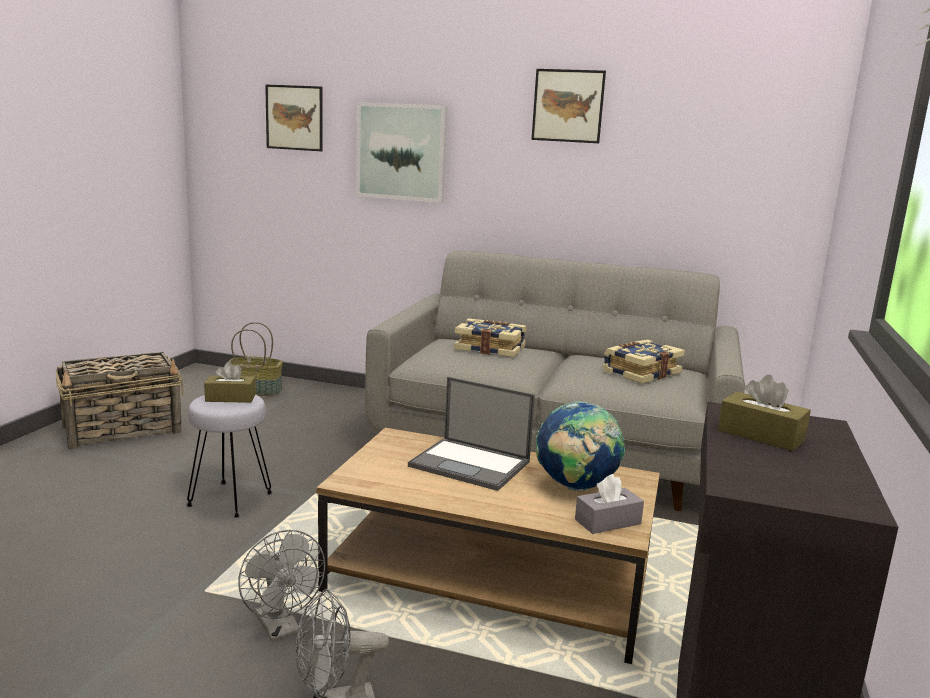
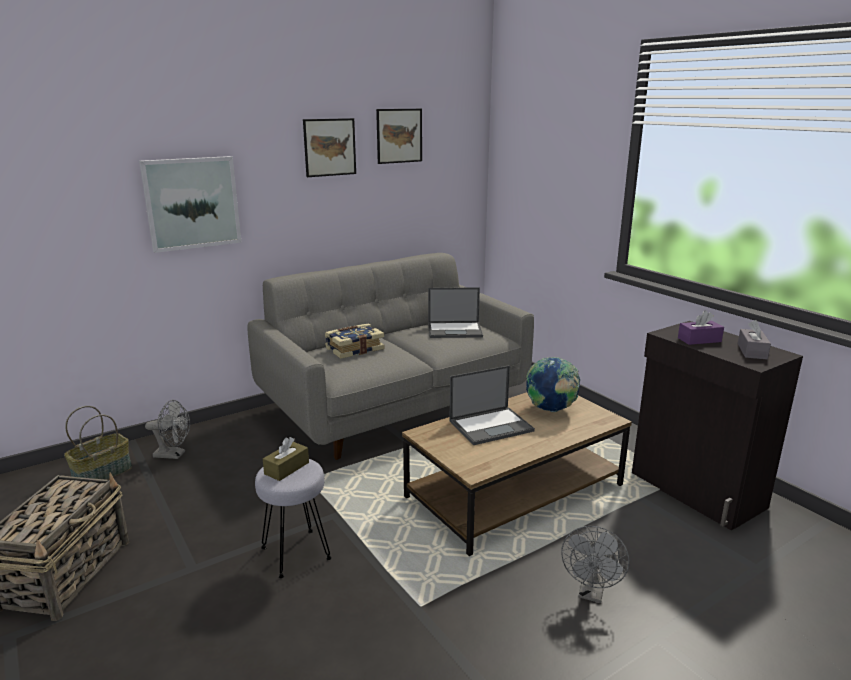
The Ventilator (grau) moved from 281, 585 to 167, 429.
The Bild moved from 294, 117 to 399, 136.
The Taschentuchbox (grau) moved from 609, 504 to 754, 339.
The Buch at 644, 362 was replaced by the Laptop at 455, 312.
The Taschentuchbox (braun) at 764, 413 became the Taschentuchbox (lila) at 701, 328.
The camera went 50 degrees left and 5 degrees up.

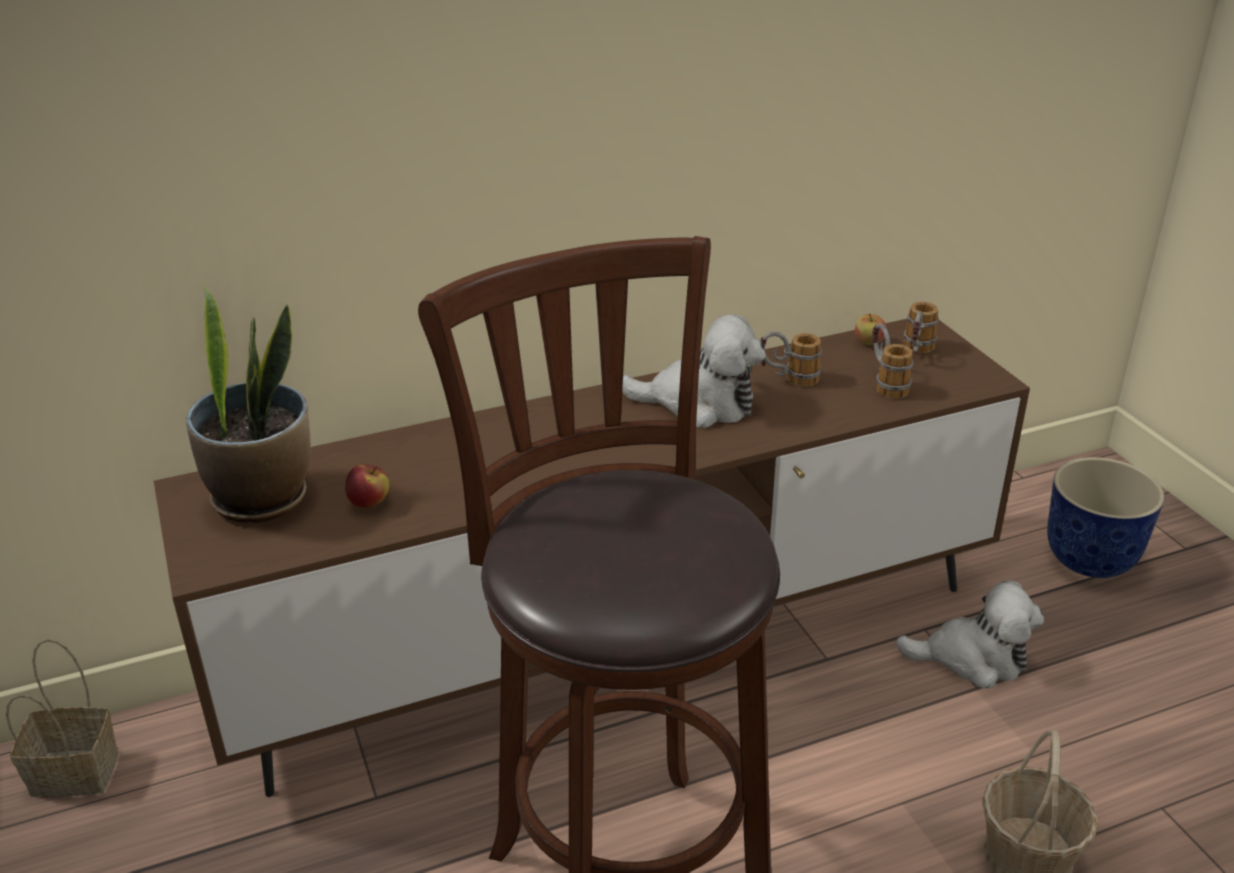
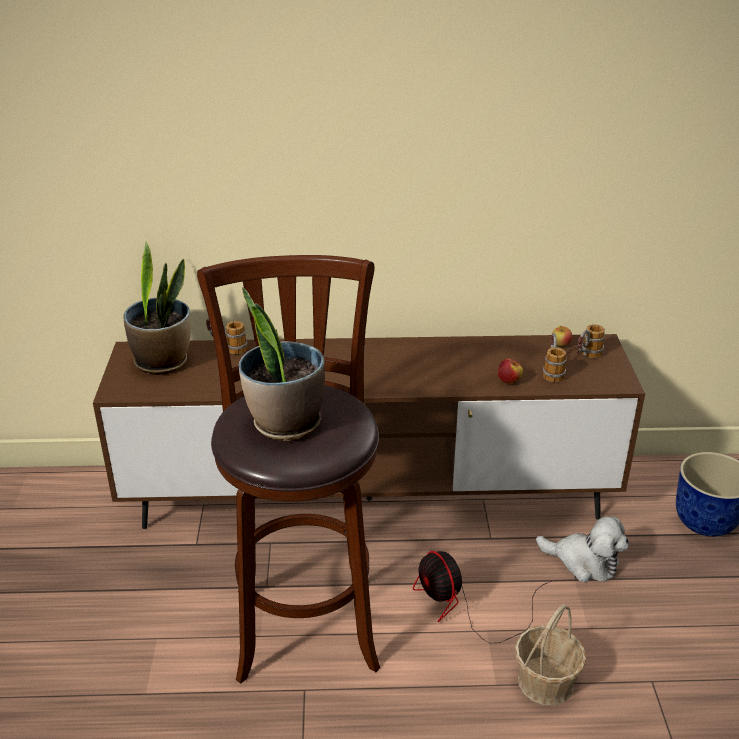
The Korb at 62, 718 disappeared.
The Plüschtier at 694, 371 disappeared.
The Topfpflanze at 282, 364 appeared.
The Ventilator at 483, 597 appeared.
The Apfel moved from 367, 486 to 510, 371.
The Henkelbecher moved from 791, 359 to 226, 336.
The camera went 20 degrees right and 0 degrees up.

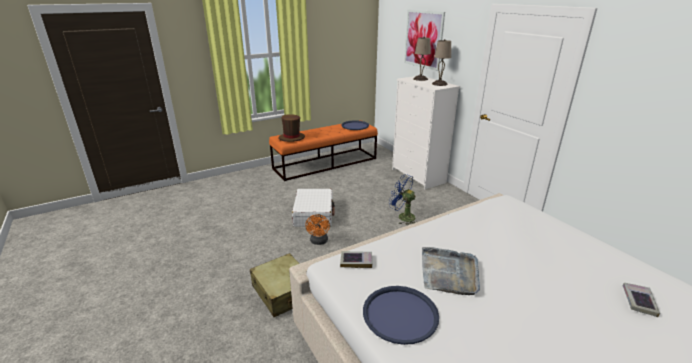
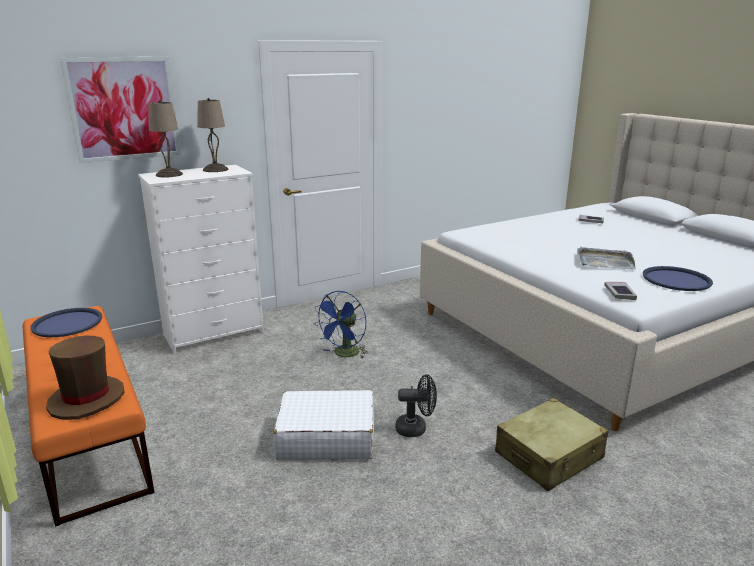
The Ventilator (orange) at 317, 229 became the Ventilator (schwarz) at 416, 405.
The camera went 90 degrees left and 5 degrees down.

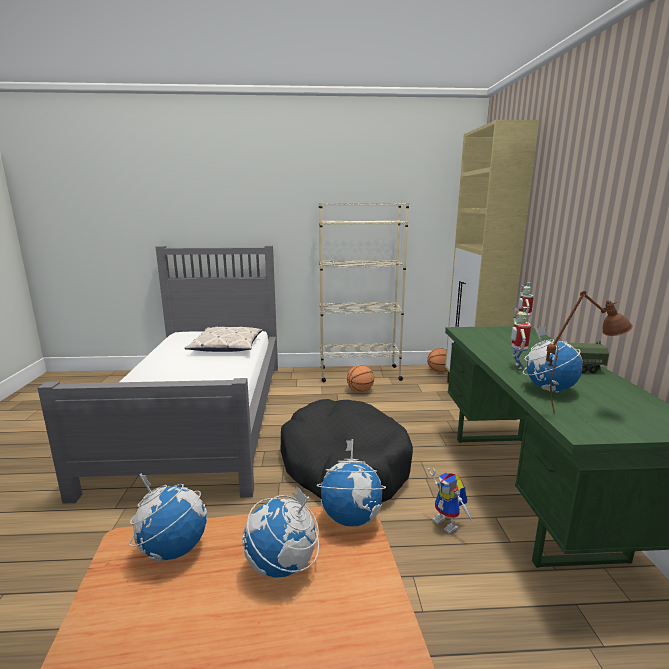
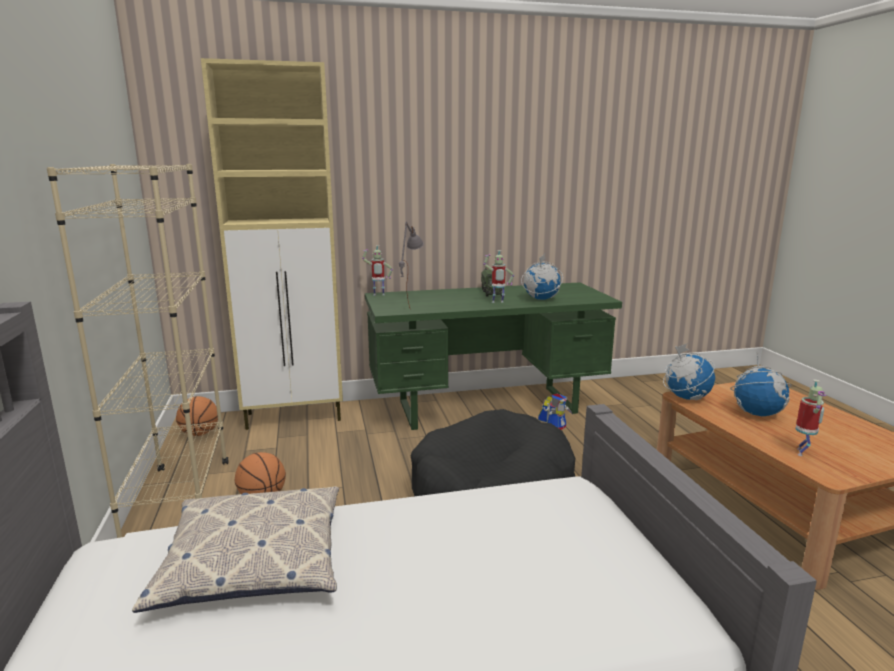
The Tischlampe (braun) at 589, 352 disappeared.
The Tischlampe (grau) at 411, 265 appeared.
The Globus at 168, 518 was replaced by the Spielzeugroboter at 810, 417.
The camera went 100 degrees left and 0 degrees up.

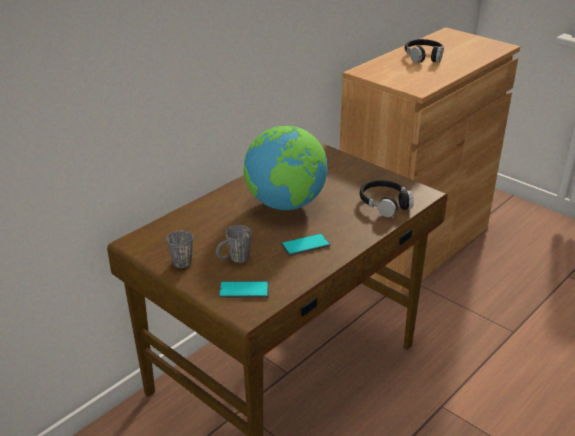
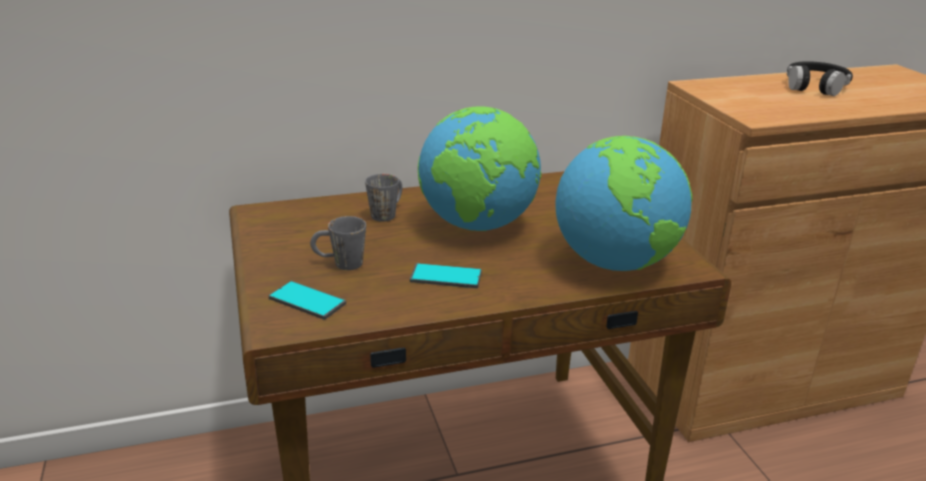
The Henkelbecher (grau) moved from 180, 249 to 383, 198.
The Kopfhörer (schwarz) at 387, 198 was replaced by the Globus at 624, 203.
The camera went 30 degrees right and 5 degrees down.

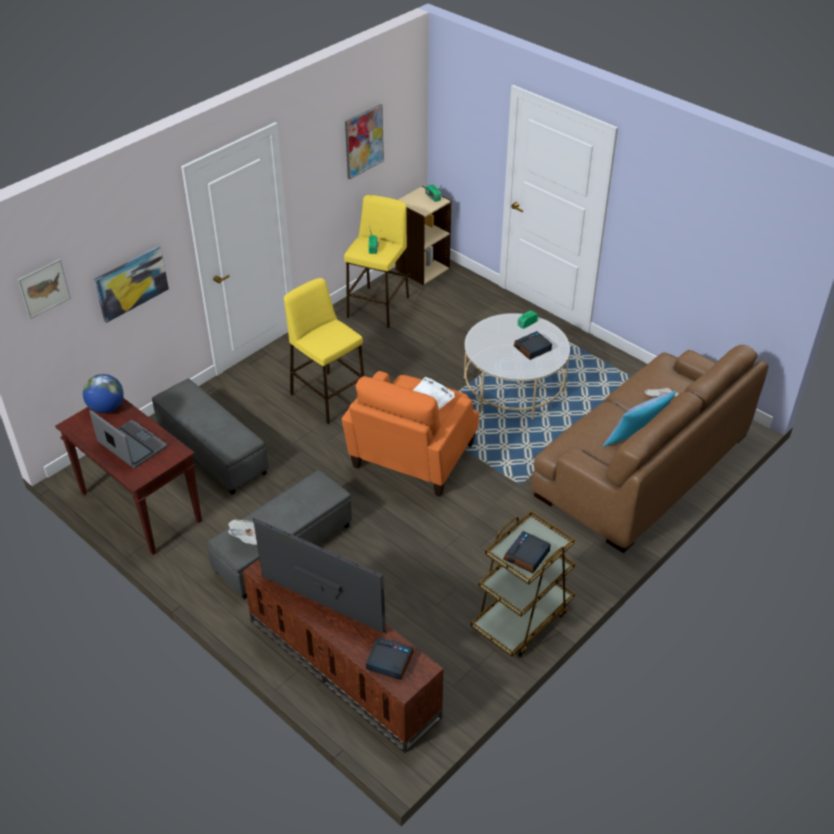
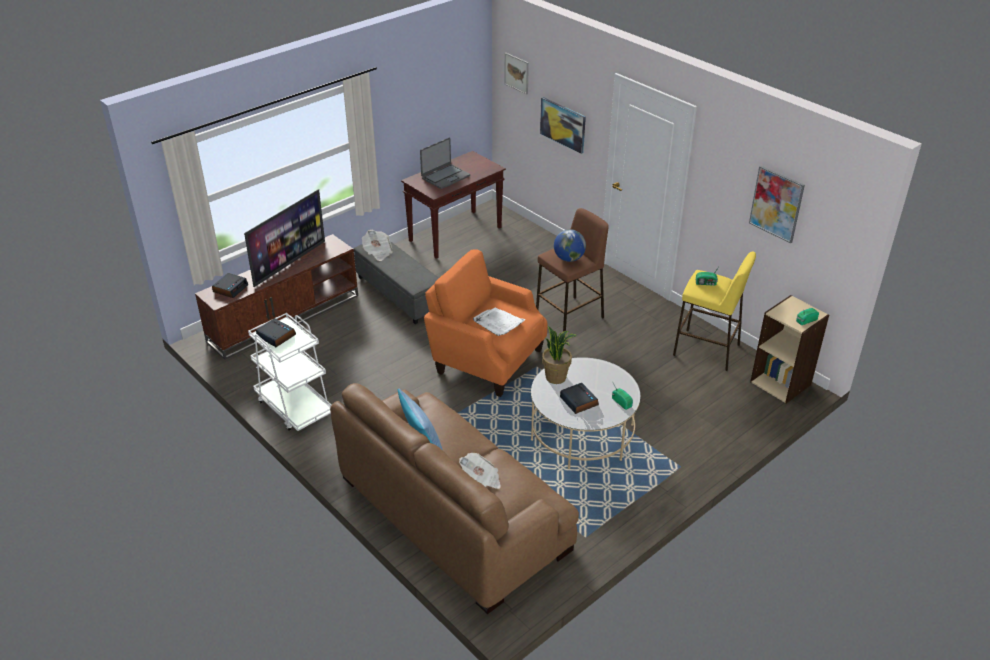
The Polsterhocker (grau) at 210, 437 disappeared.
The Topfpflanze at 559, 355 appeared.
The Globus moved from 103, 393 to 570, 245.
The Hocker (gelb) at 324, 351 became the Hocker (braun) at 572, 269.
The Rollwagen (braun) at 523, 584 became the Rollwagen (weiß) at 289, 372.
The camera went 95 degrees right and 5 degrees down.

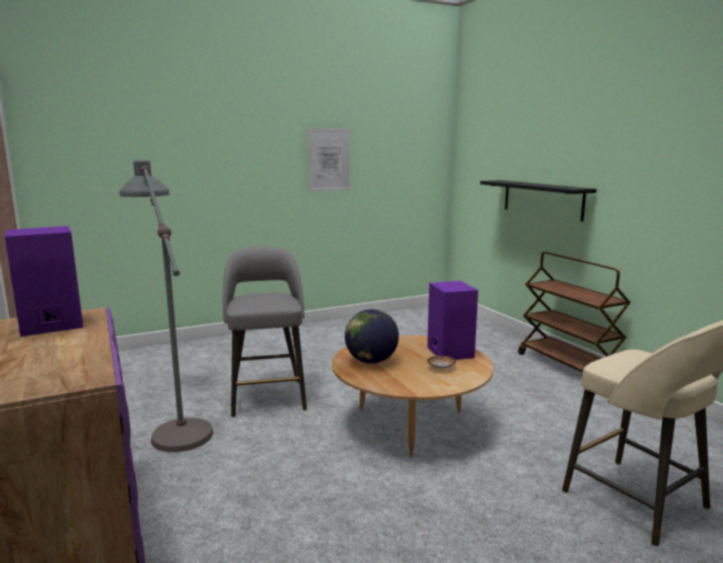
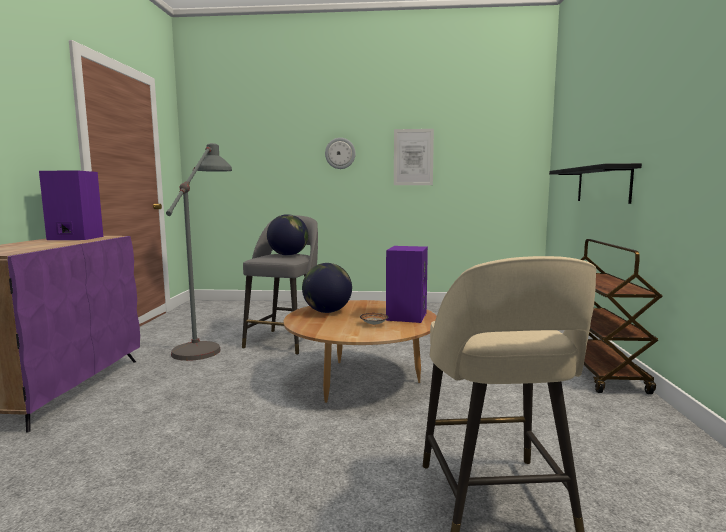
The Globus at 287, 235 appeared.
The Wanduhr at 340, 153 appeared.
The camera went 30 degrees right and 5 degrees down.

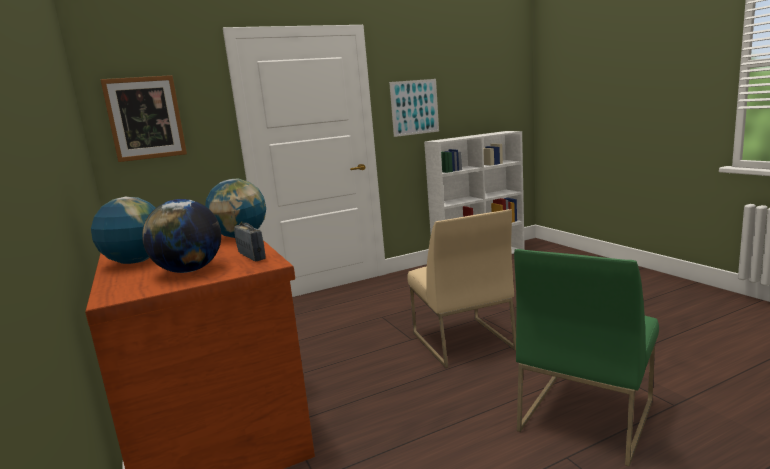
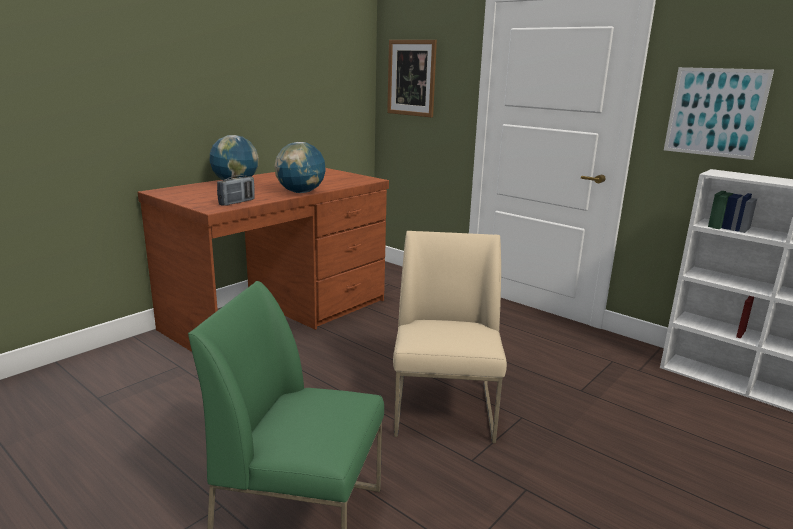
The Globus at 181, 236 disappeared.
The Stuhl (beige) at 461, 288 turned 135 degrees clockwise.
The camera went 65 degrees right and 5 degrees up.

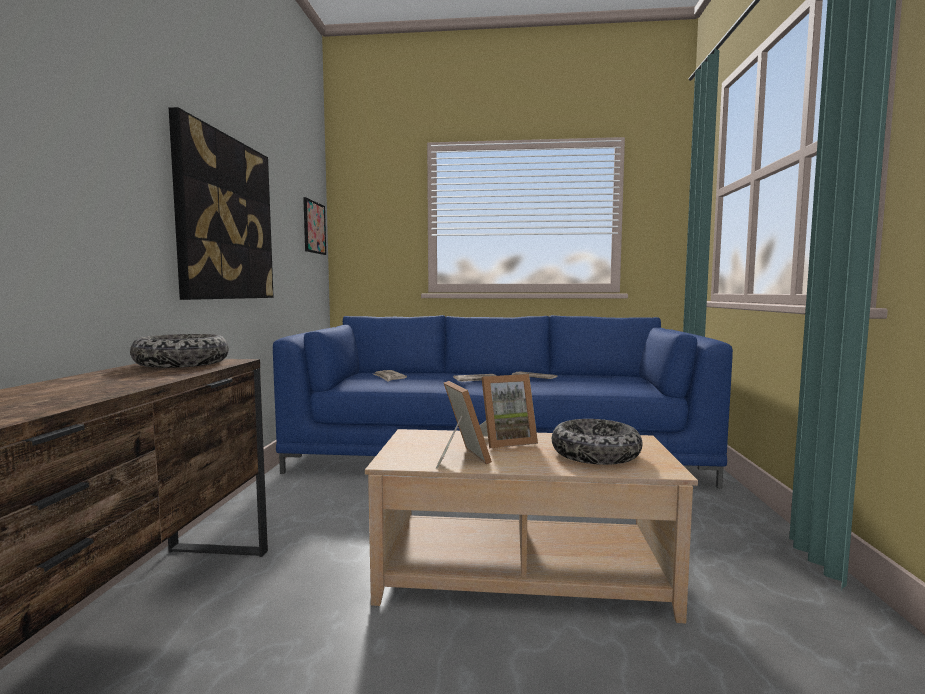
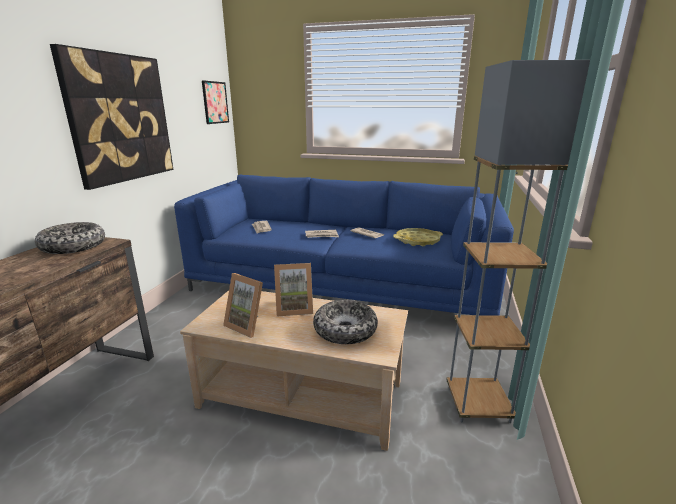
The Tablett (gelb) at 418, 237 appeared.
The Stehlampe (grau) at 518, 241 appeared.
The Bilderrahmen at 464, 424 turned 135 degrees clockwise.
The camera went 10 degrees right and 15 degrees up.

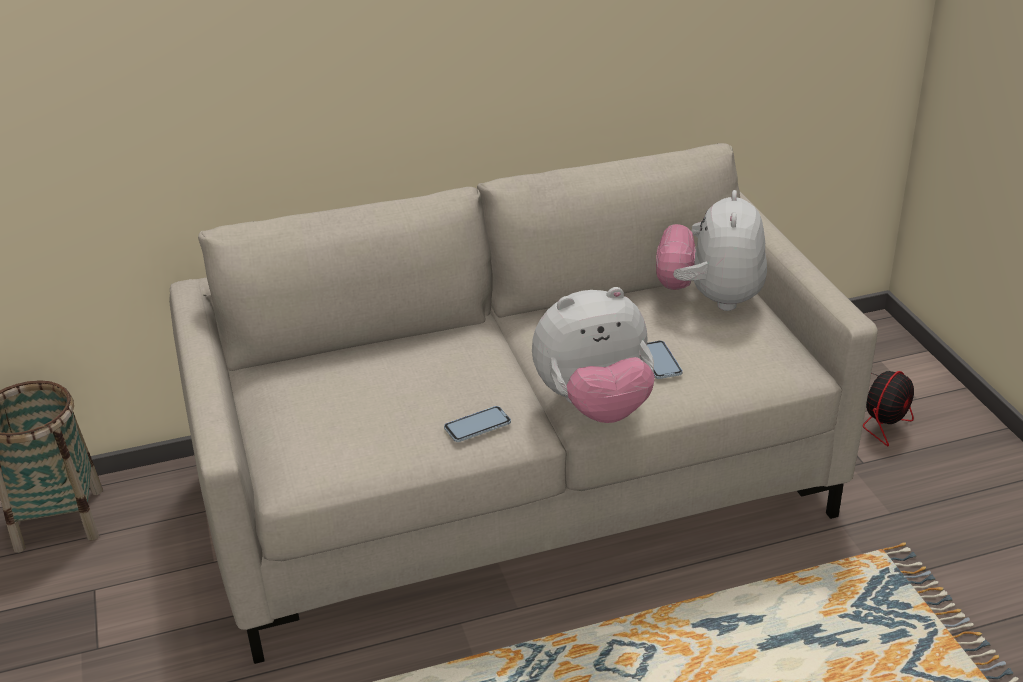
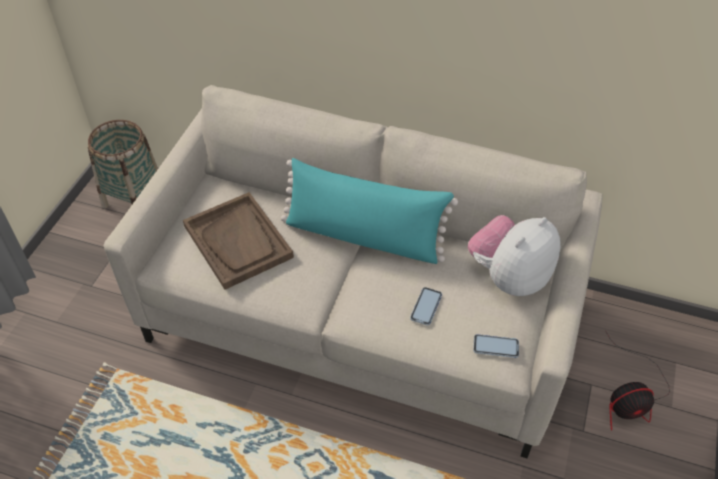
The Plüschtier at 593, 355 disappeared.
The Tablett (braun) at 238, 241 appeared.
The Kissen (türkis) at 369, 211 appeared.
The Handy moved from 477, 424 to 496, 346.
The camera went 35 degrees right and 15 degrees up.

